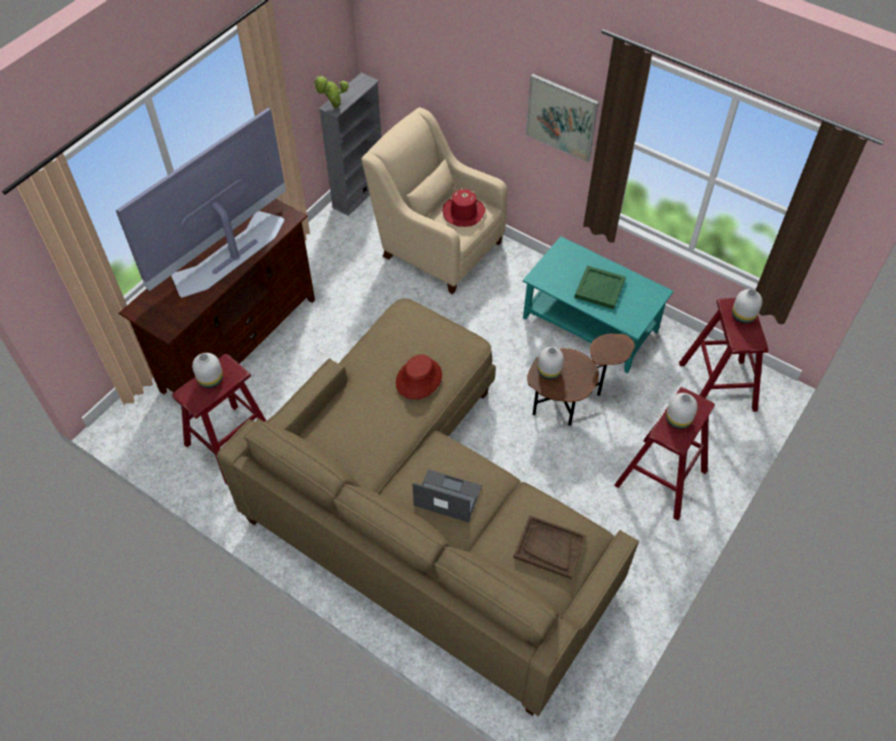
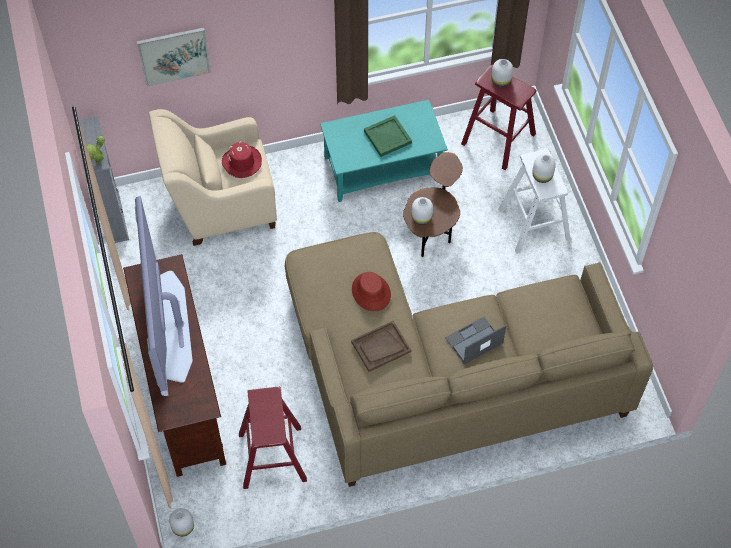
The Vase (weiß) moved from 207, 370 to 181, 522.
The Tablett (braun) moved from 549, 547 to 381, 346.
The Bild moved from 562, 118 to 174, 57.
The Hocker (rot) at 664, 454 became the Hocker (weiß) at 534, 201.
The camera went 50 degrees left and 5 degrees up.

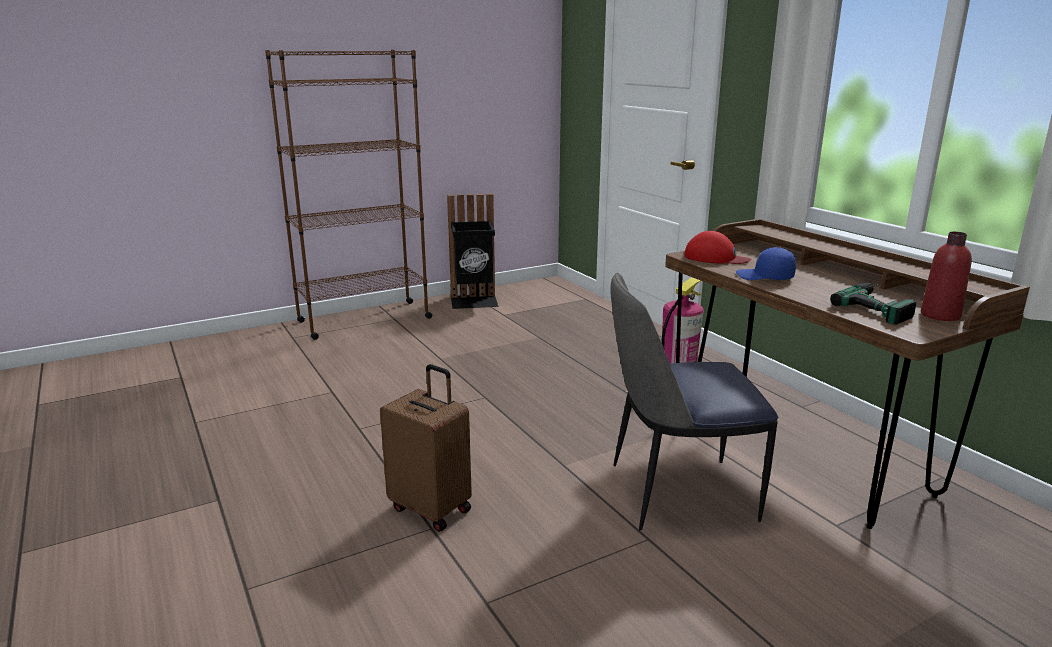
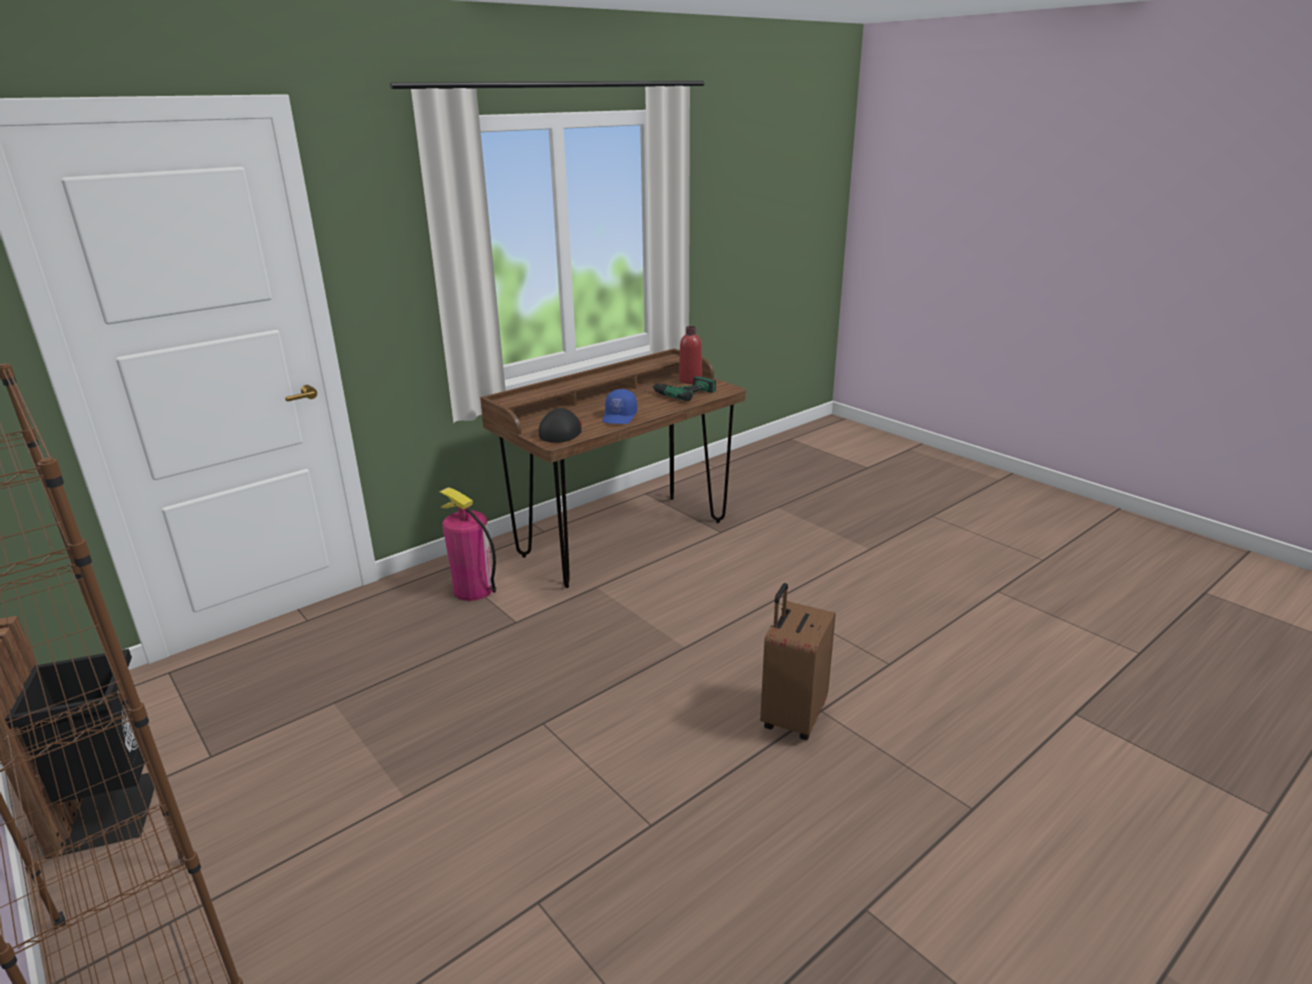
The Stuhl at 694, 402 disappeared.
The Kappe (rot) at 717, 247 became the Kappe (schwarz) at 560, 425.
The camera went 100 degrees left and 5 degrees up.

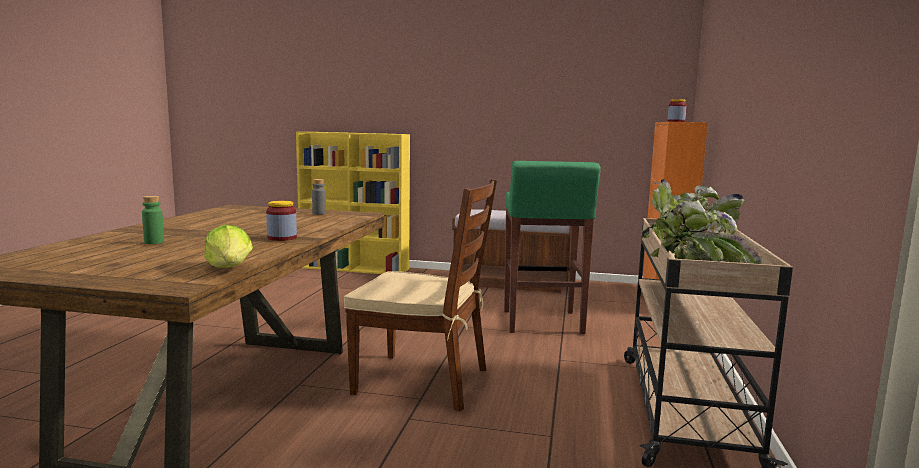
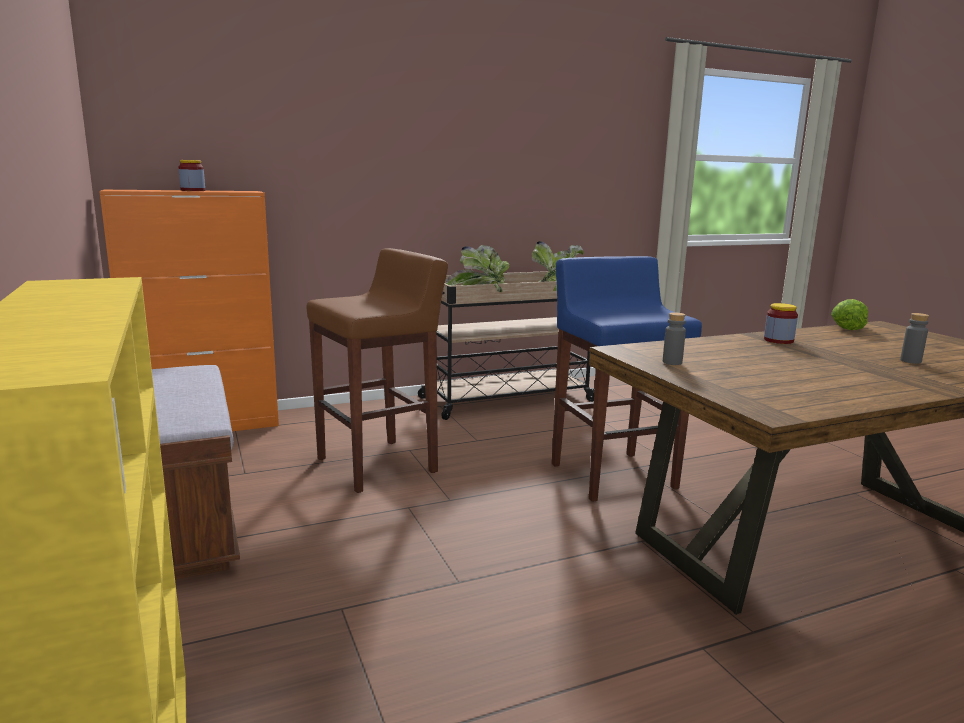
The Stuhl (braun) at 420, 295 was replaced by the Hocker (blau) at 627, 379.
The Flasche (grün) at 153, 220 became the Flasche (grau) at 914, 338.
The Hocker (grün) at 552, 247 became the Hocker (braun) at 377, 370.
The camera went 125 degrees left and 5 degrees up.

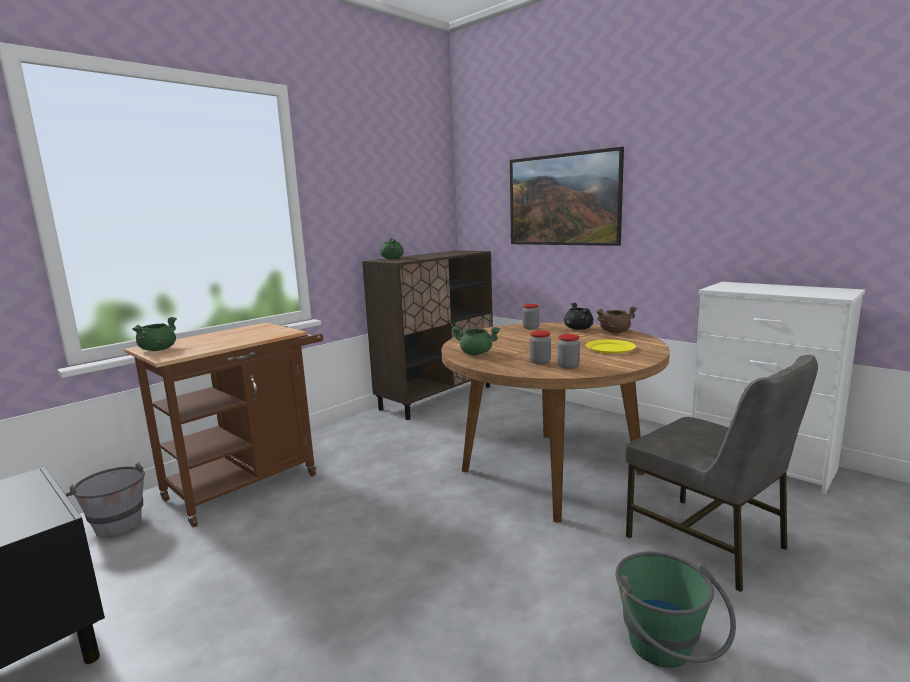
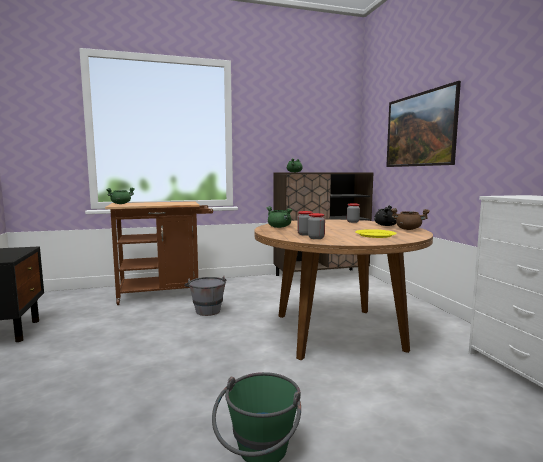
The Stuhl (grau) at 721, 473 disappeared.
The Eimer (grau) moved from 105, 500 to 205, 296.
The camera went 30 degrees right and 5 degrees down.

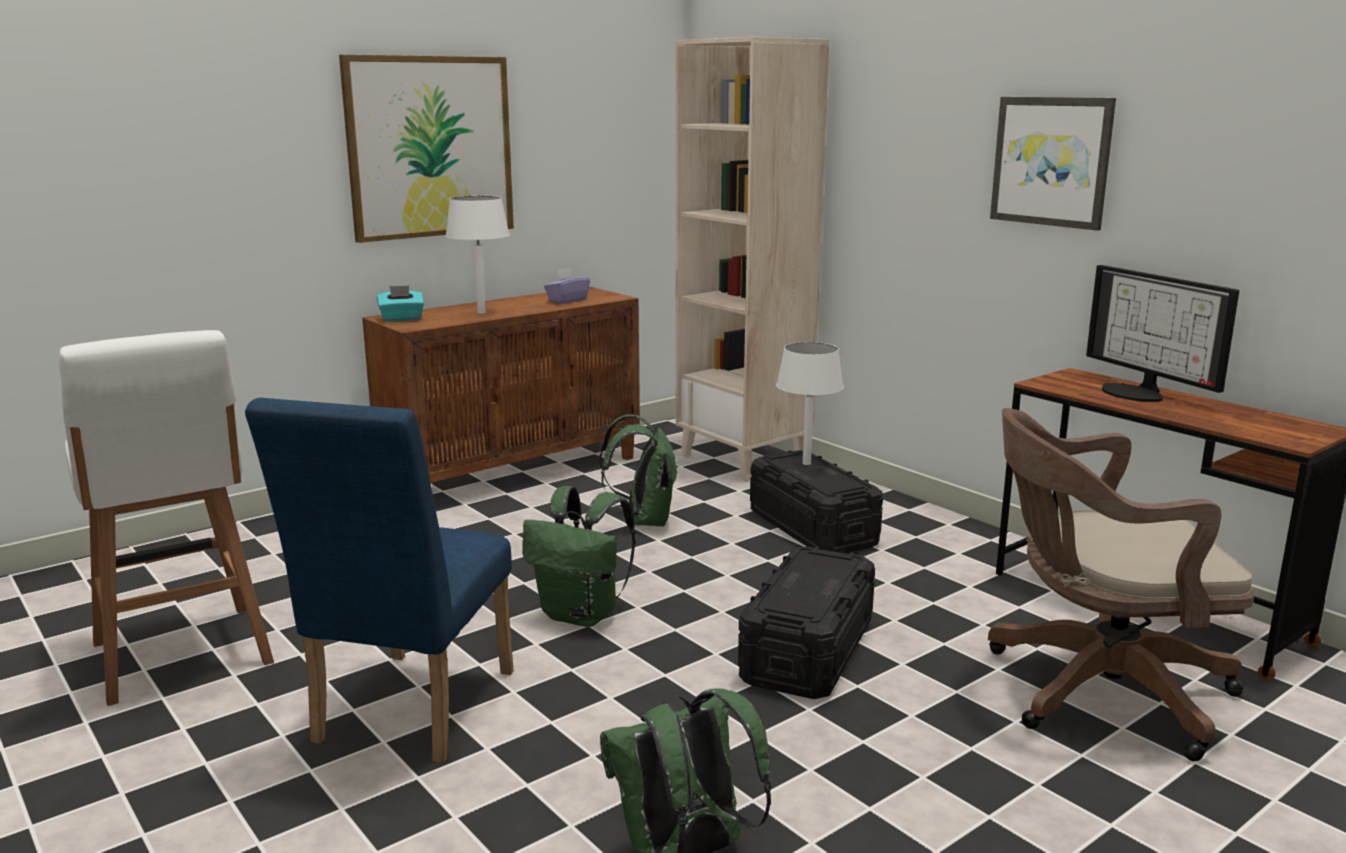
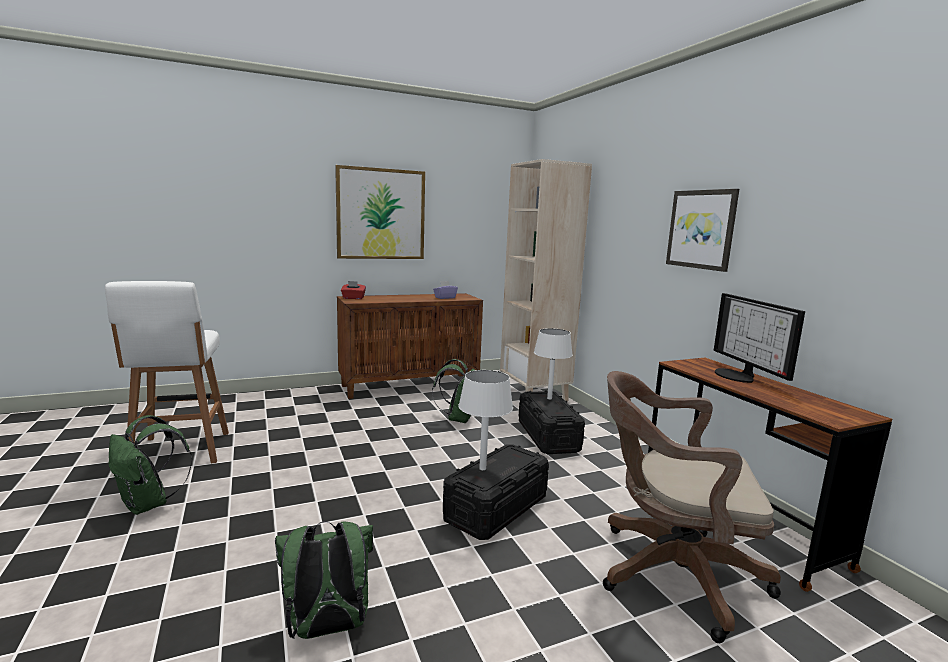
The Stuhl (blau) at 379, 580 disappeared.
The Tischlampe (weiß) moved from 477, 254 to 485, 420.
The Rucksack (grün) moved from 578, 556 to 150, 465.
The Taschentuchbox (türkis) at 400, 303 became the Taschentuchbox (rot) at 353, 290.
The camera went 15 degrees right and 5 degrees down.

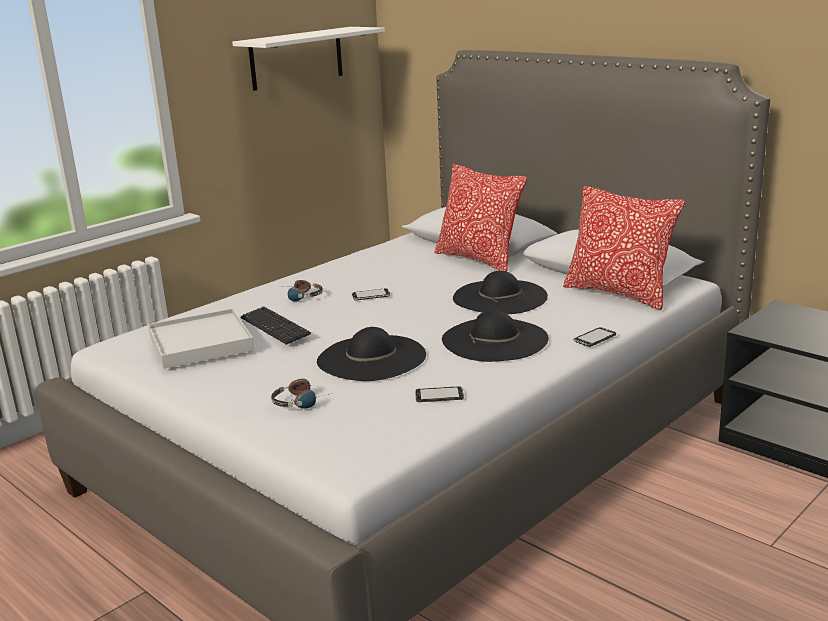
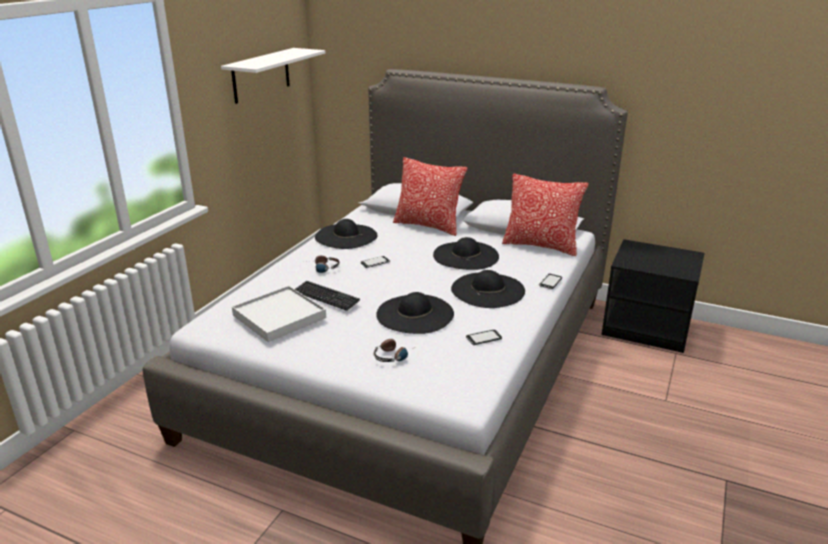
The Hut (schwarz) at 346, 234 appeared.
The camera went 20 degrees left and 5 degrees up.

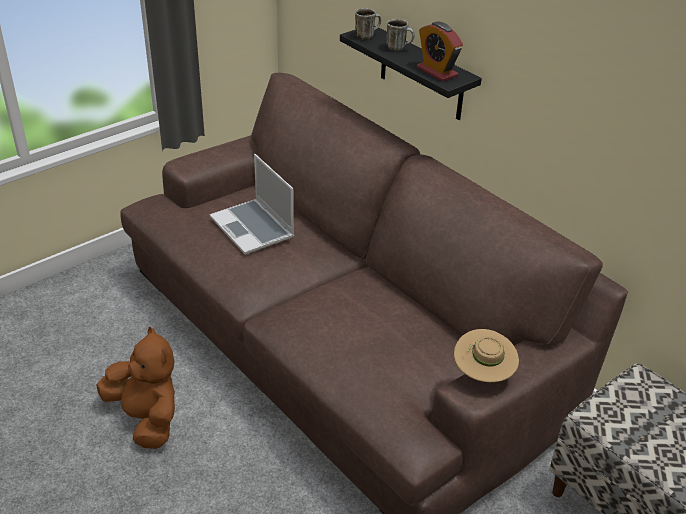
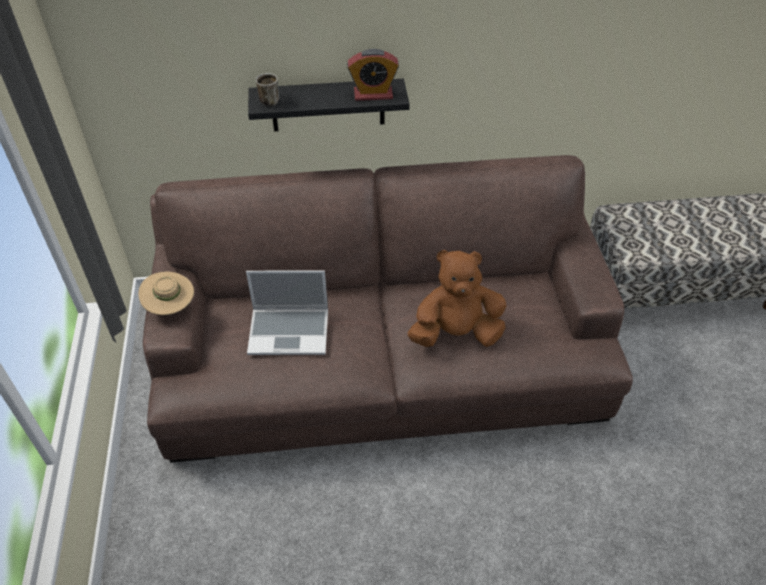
The Henkelbecher at 401, 35 disappeared.
The Plüschtier (braun) moved from 135, 388 to 457, 298.
The Hut (beige) moved from 486, 355 to 166, 293.
The camera went 55 degrees left and 10 degrees up.

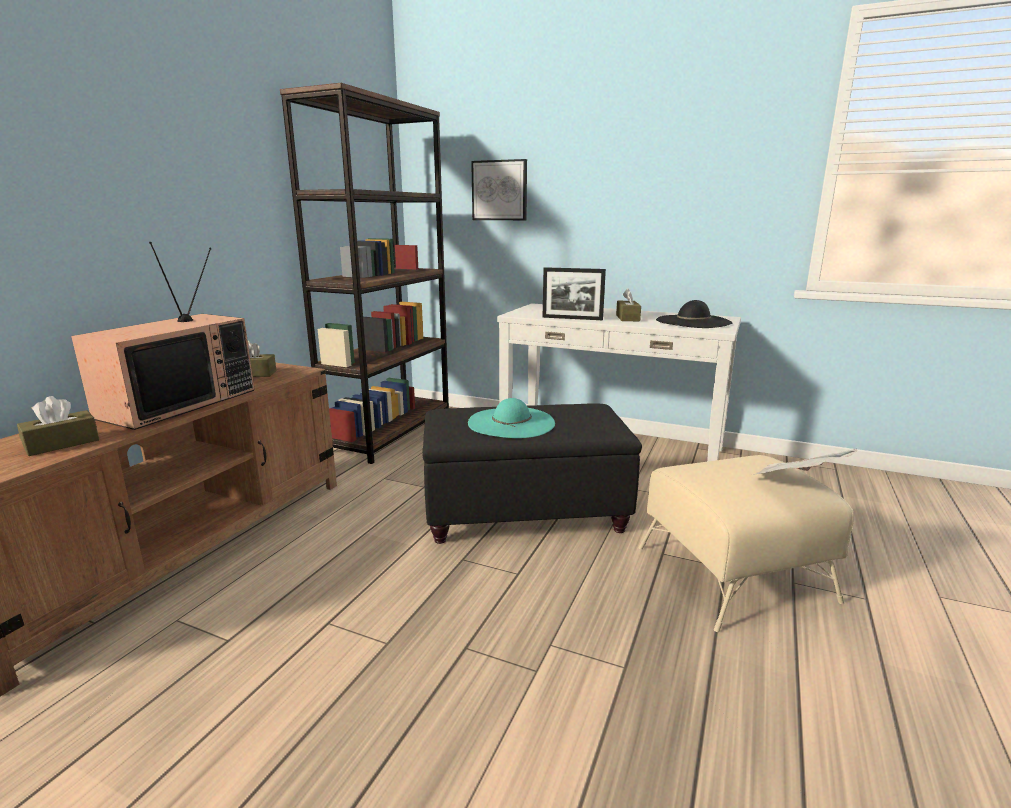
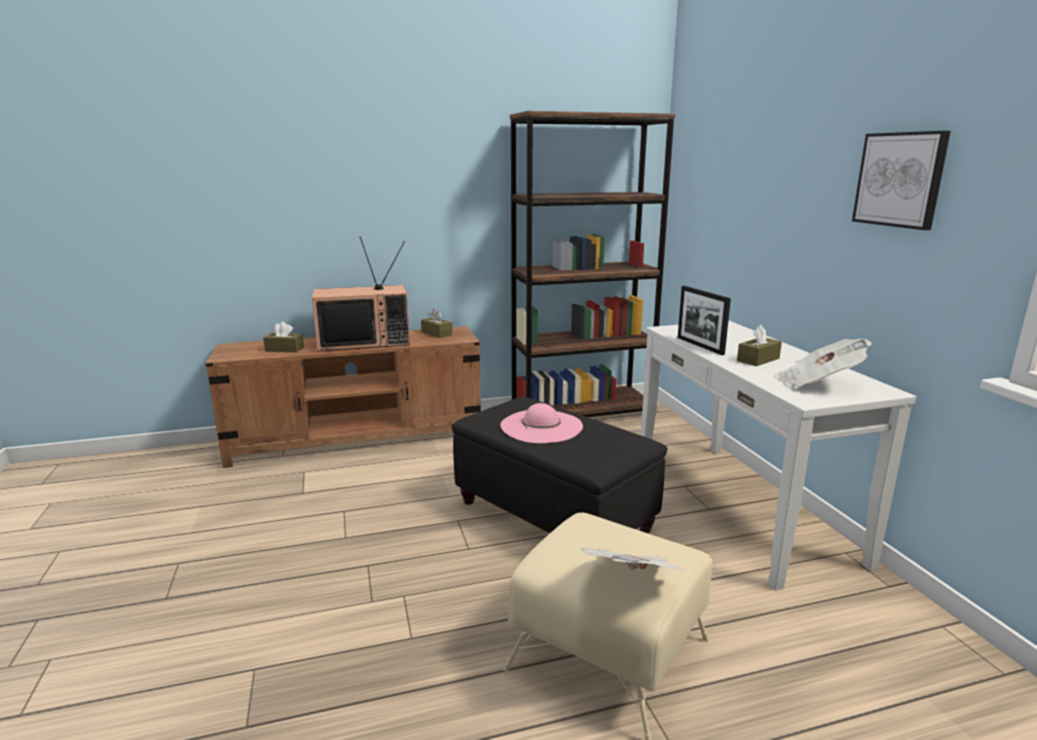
The Bild moved from 499, 189 to 901, 180.
The Hut (schwarz) at 694, 314 was replaced by the Zeitung at 823, 363.
The Hut (türkis) at 511, 418 became the Hut (rosa) at 541, 423.
The camera went 50 degrees right and 0 degrees up.

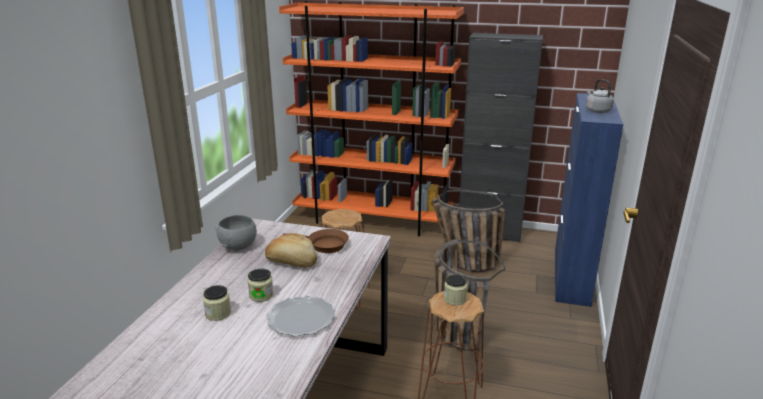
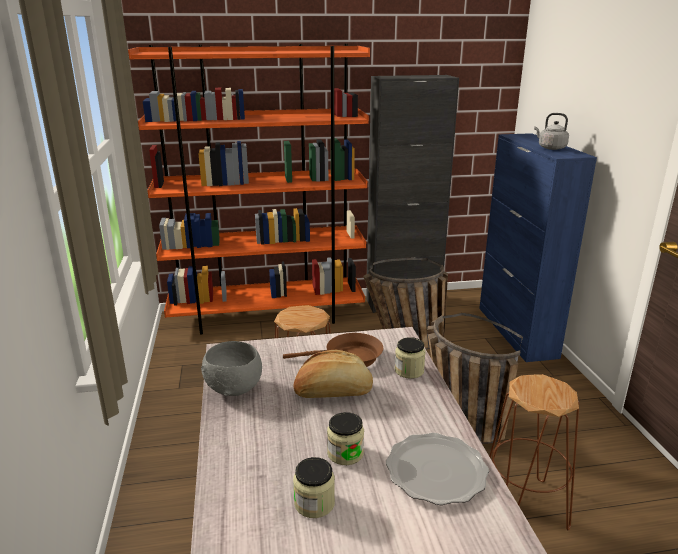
The Vorratsglas moved from 455, 290 to 410, 358.
The camera went 25 degrees left and 0 degrees up.

